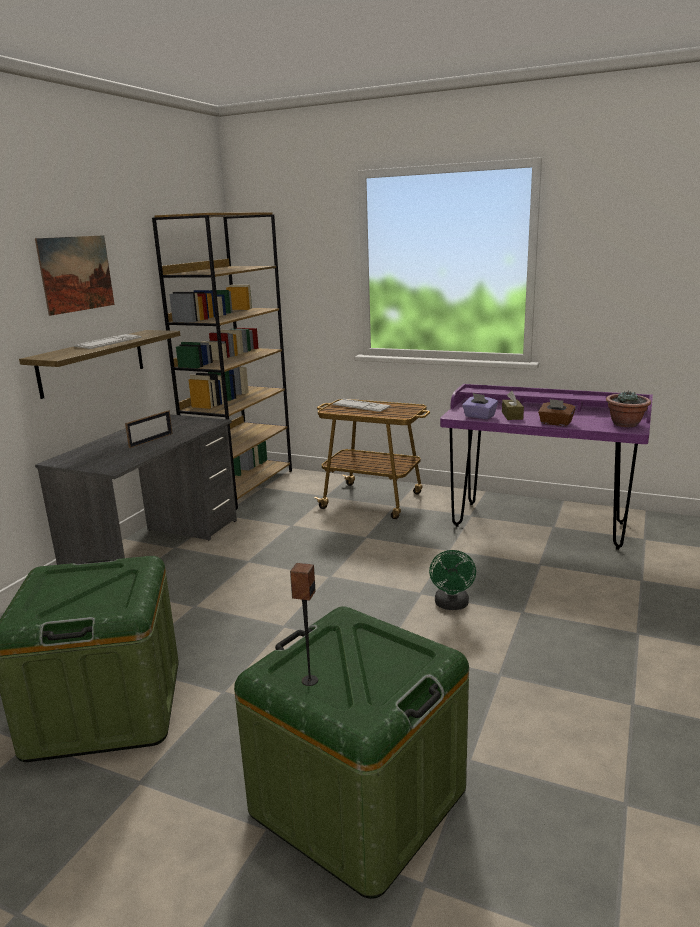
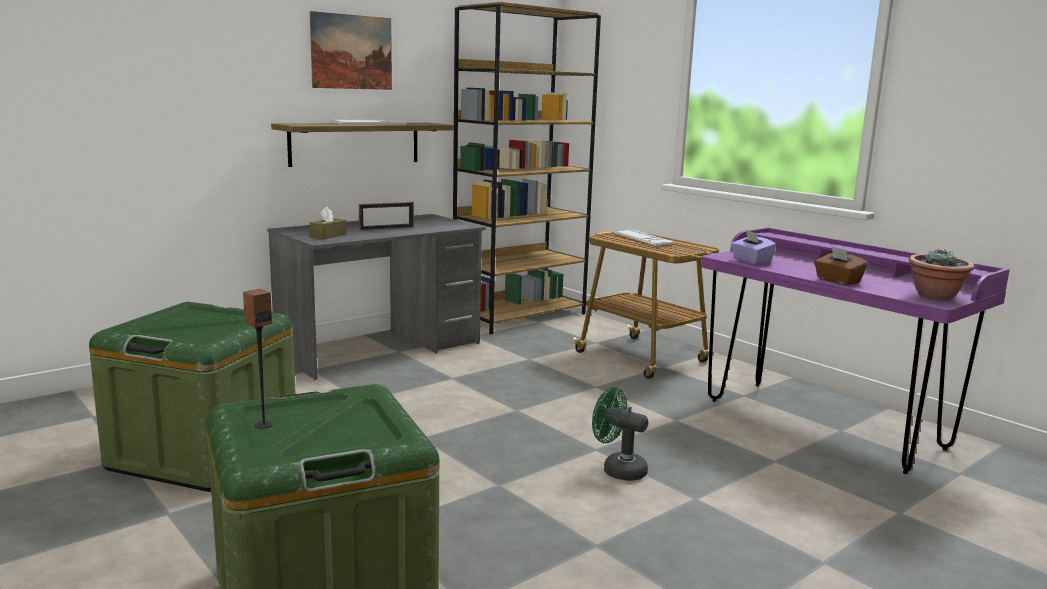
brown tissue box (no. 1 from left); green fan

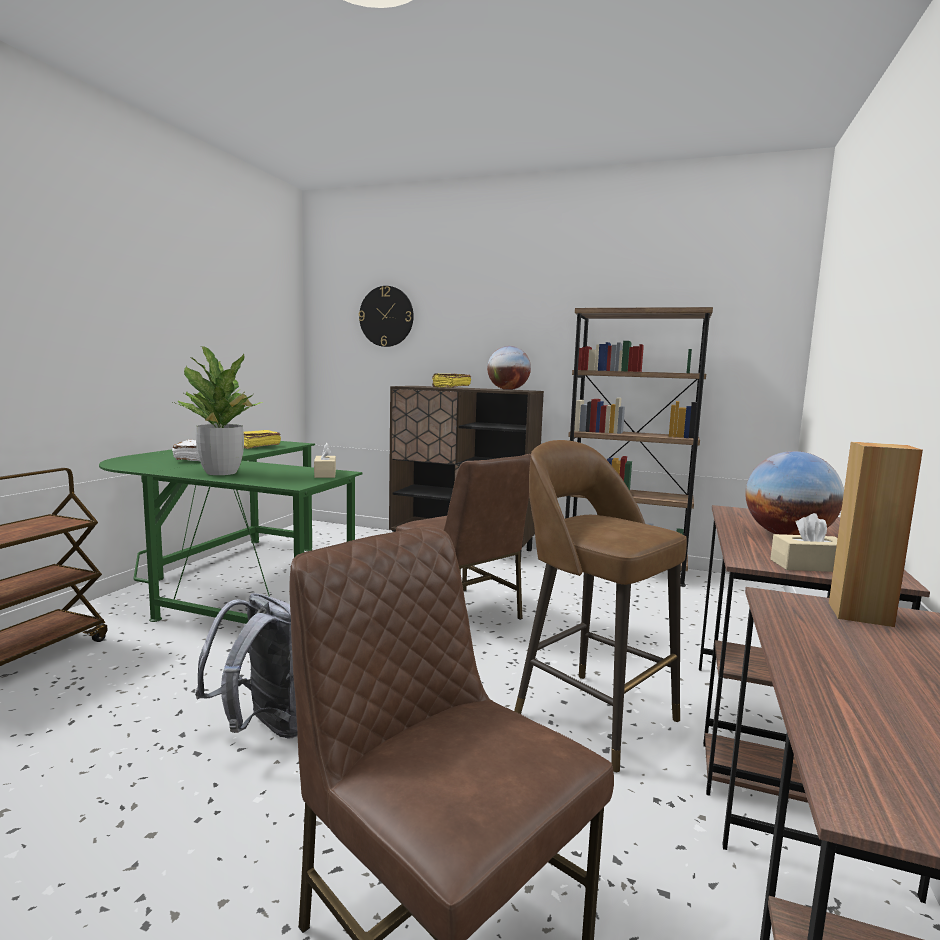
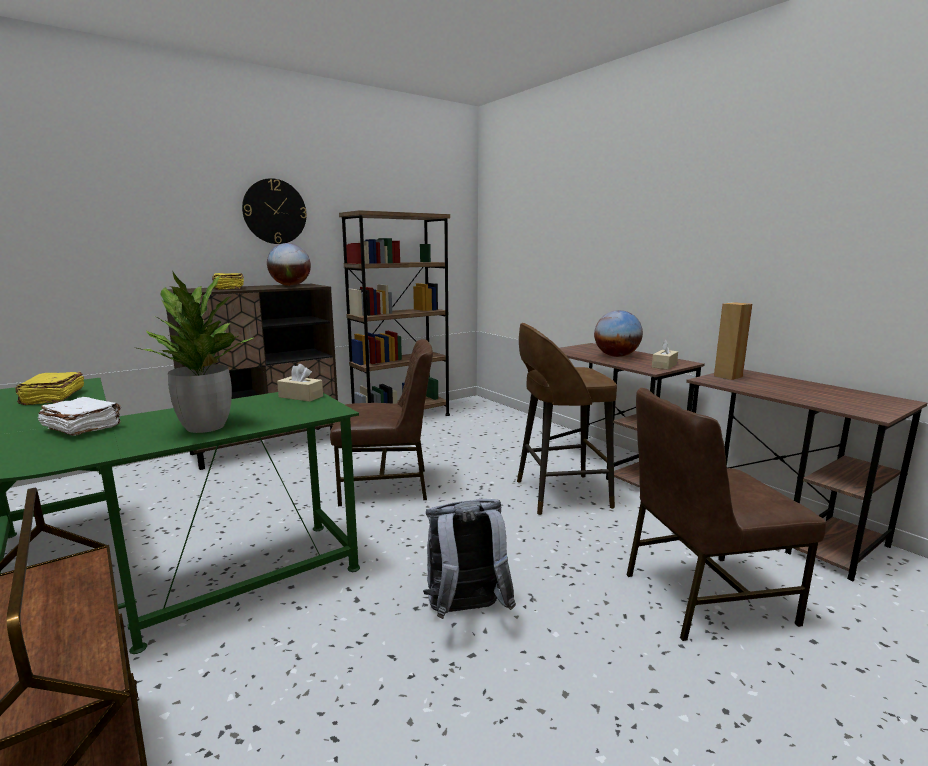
wall clock

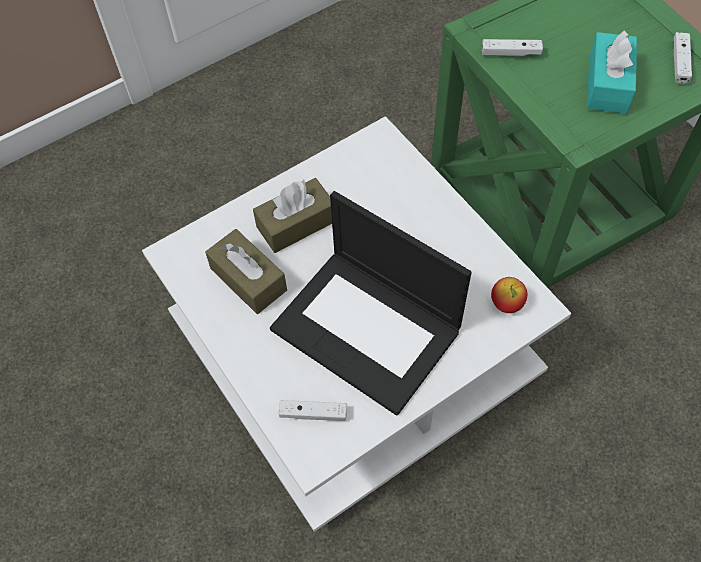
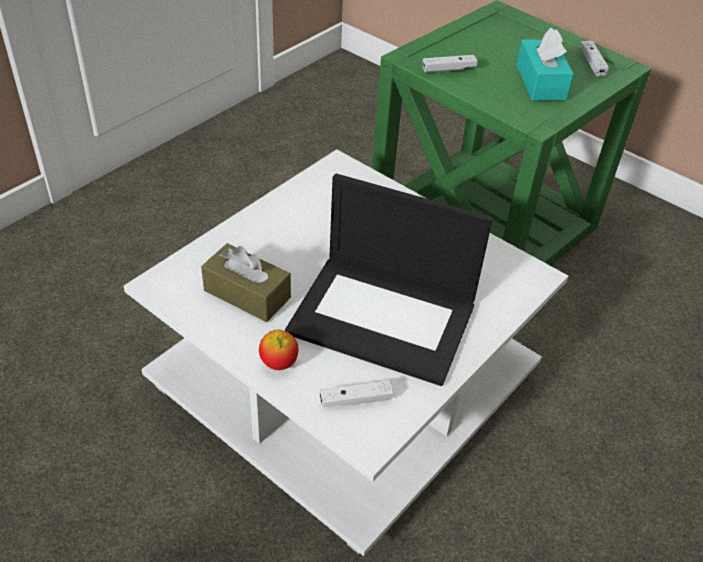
brown tissue box (no. 2 from left in the first image); apple

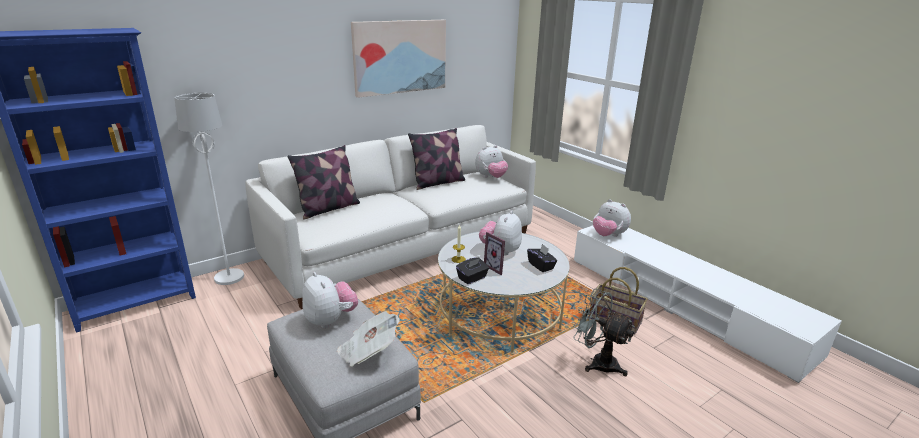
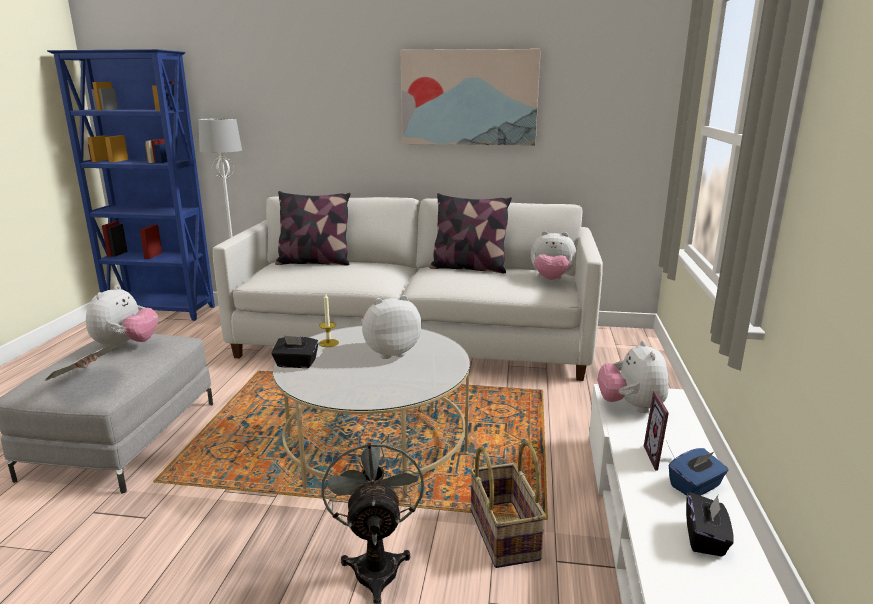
blue tissue box; picture frame; black tissue box (no. 2 from left)

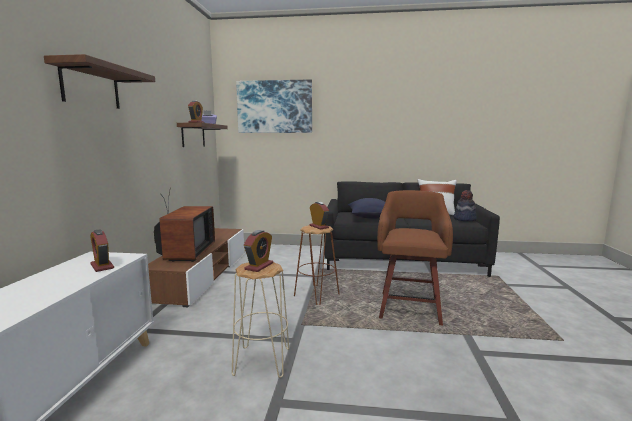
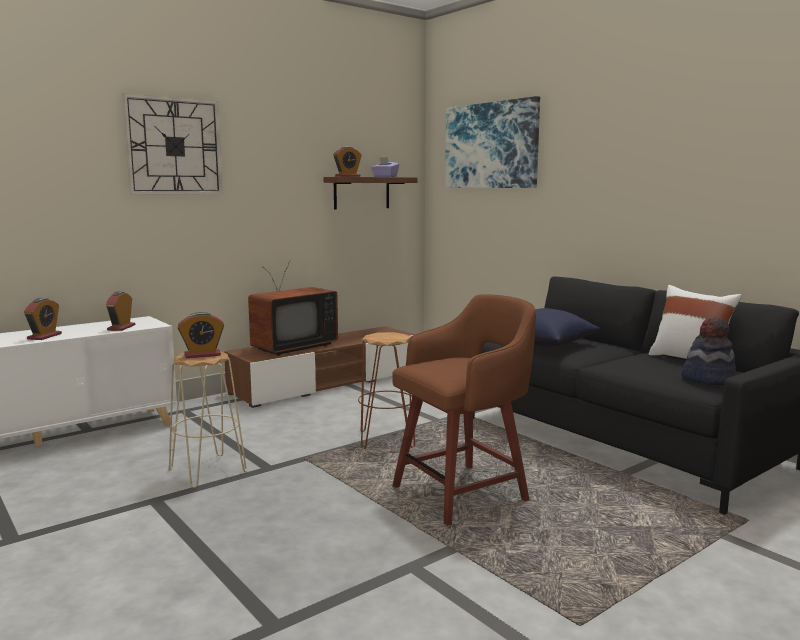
alarm clock (no. 1 from left); wall clock

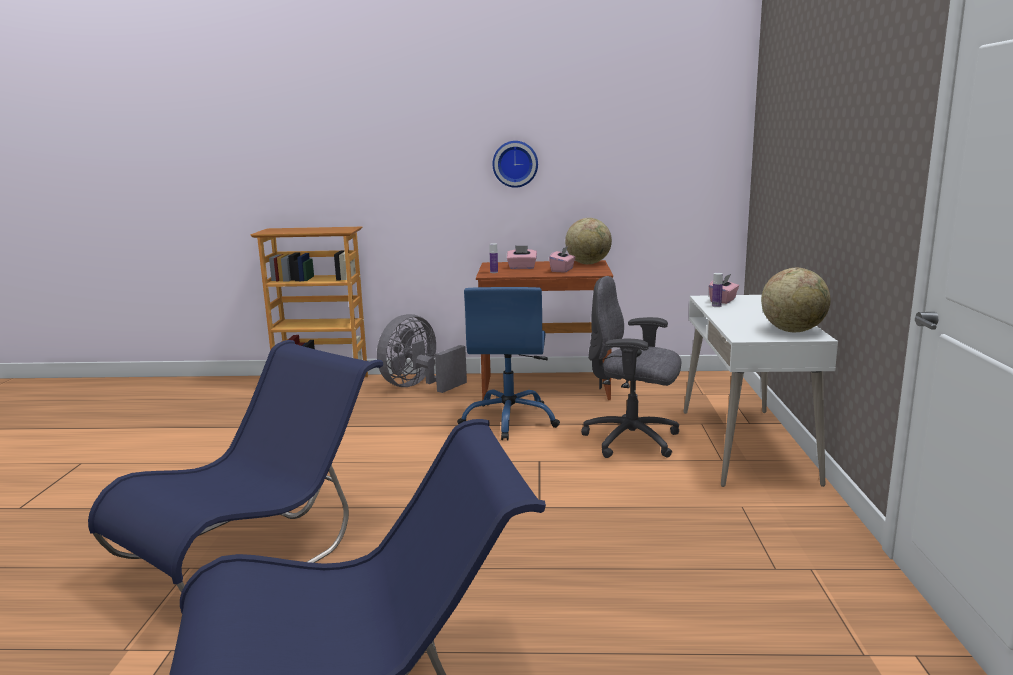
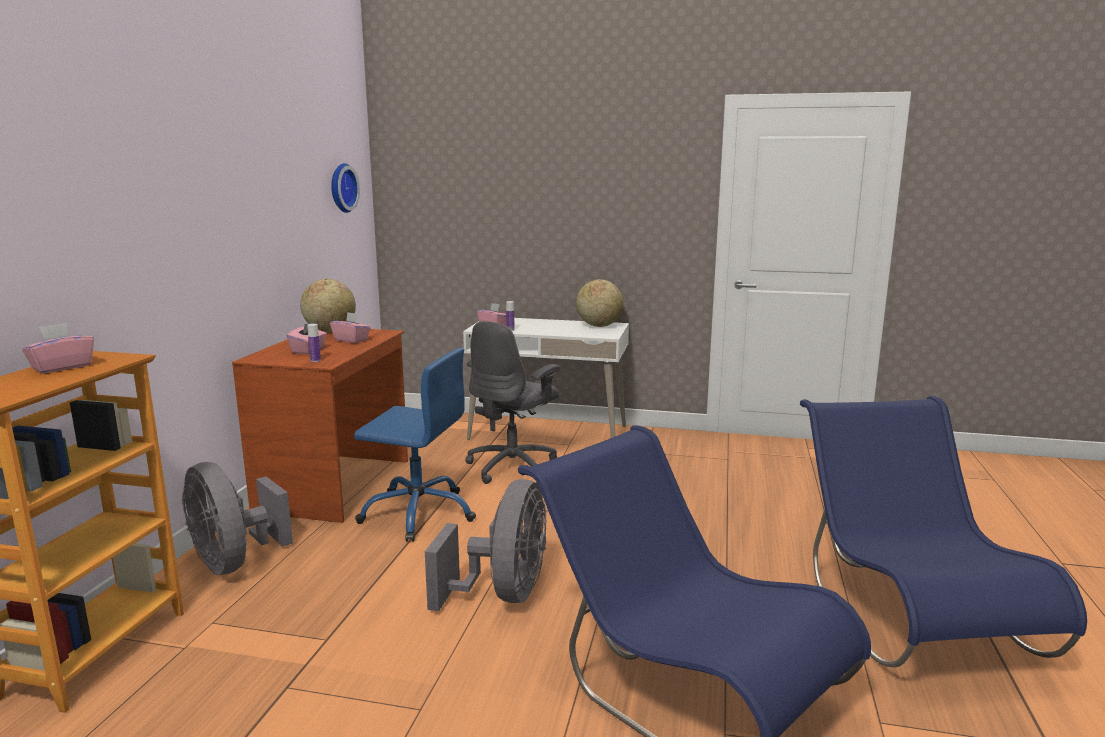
pink tissue box (no. 1 from left); grey fan (no. 2 from left); wall clock

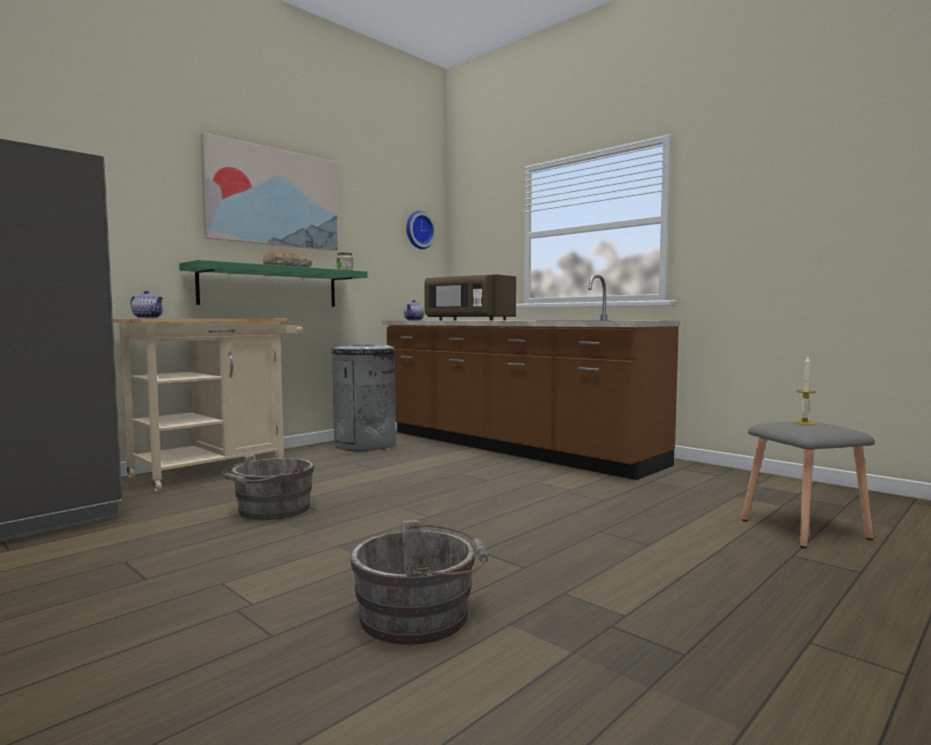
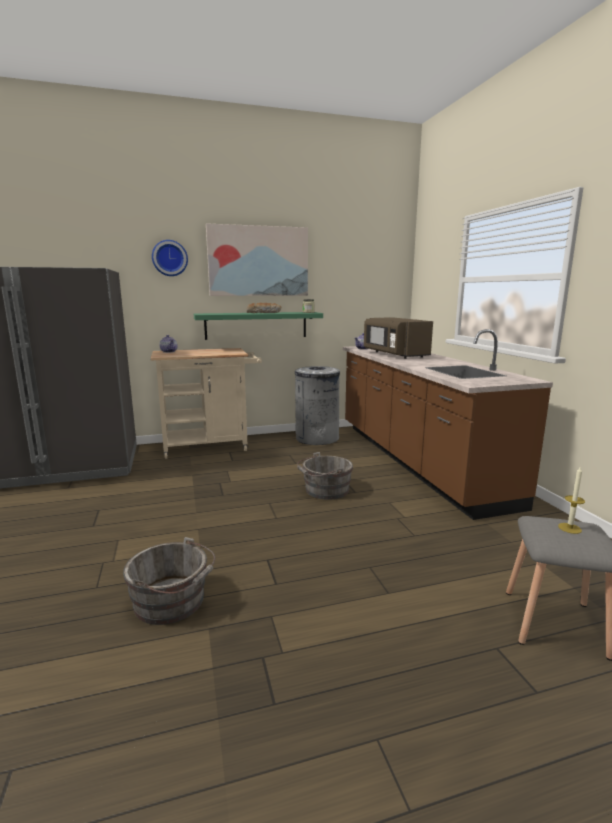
grey bucket (no. 2 from left); wall clock

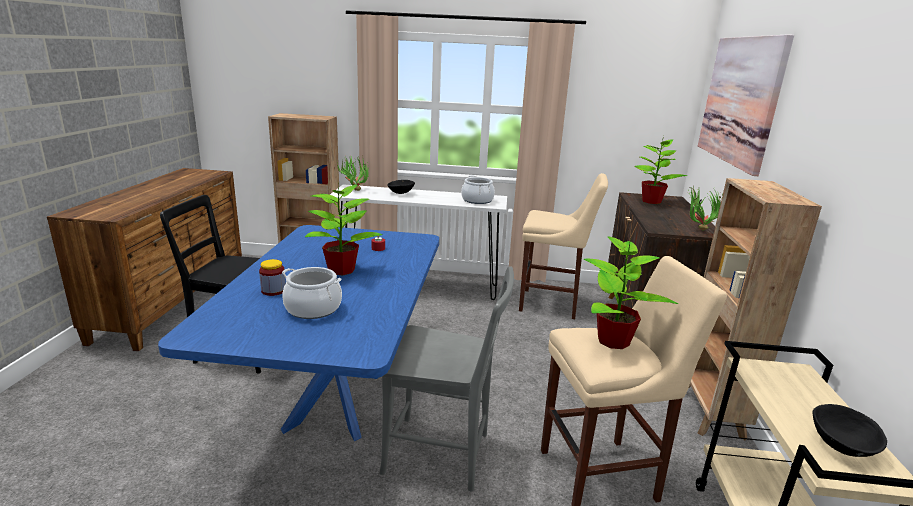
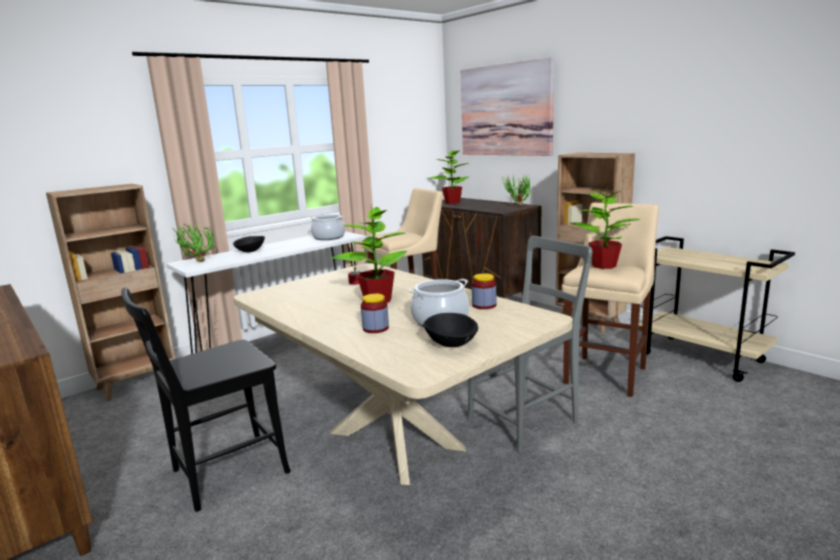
jar (no. 2 from left); black bowl (no. 2 from left); beige dining table

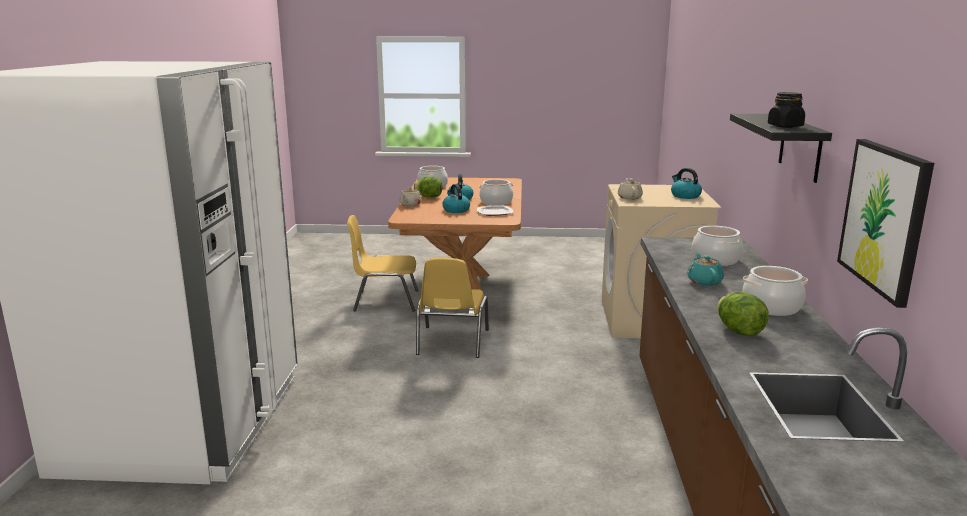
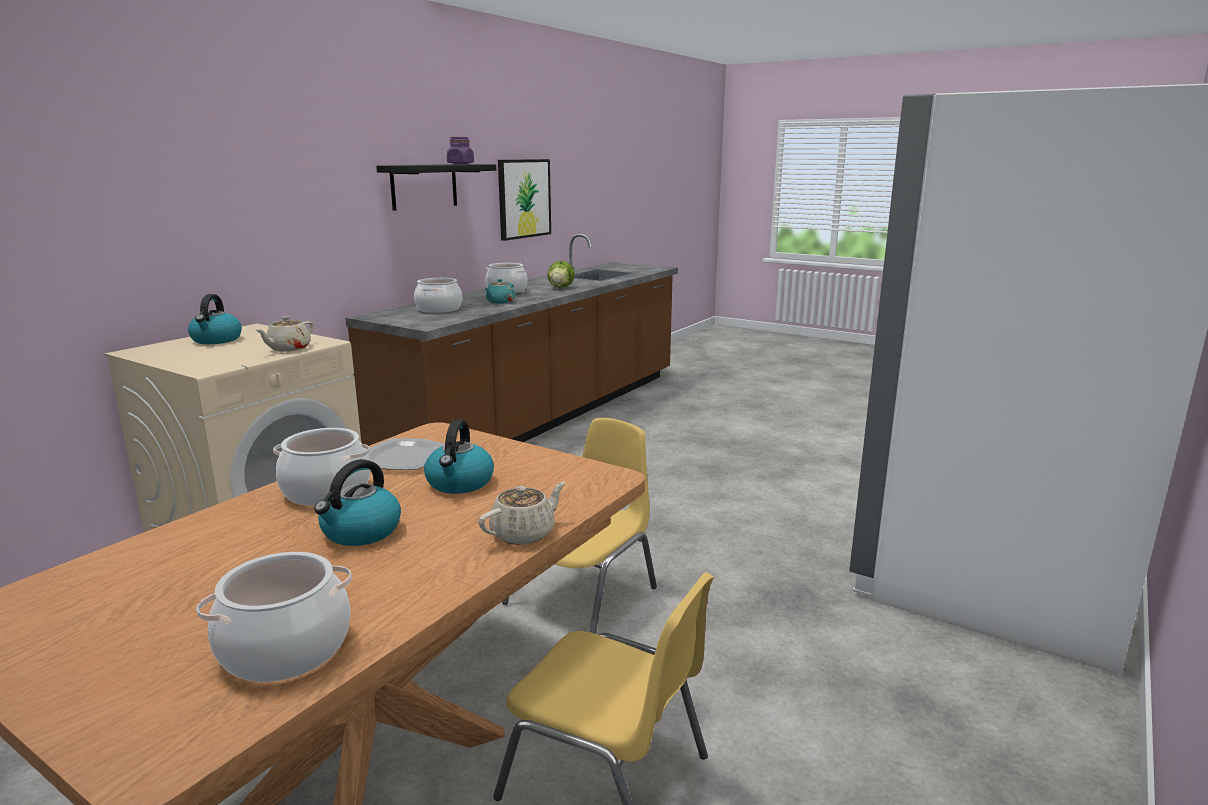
lettuce (no. 1 from left in the first image); purple jar

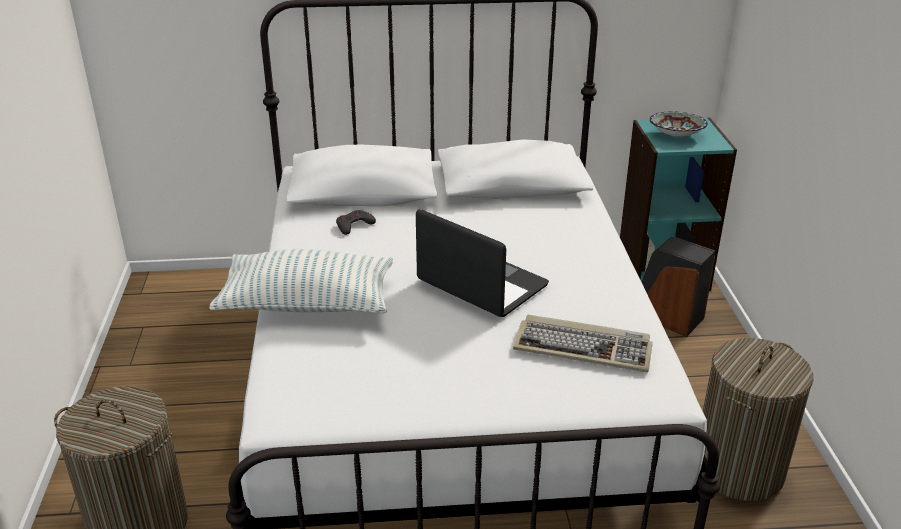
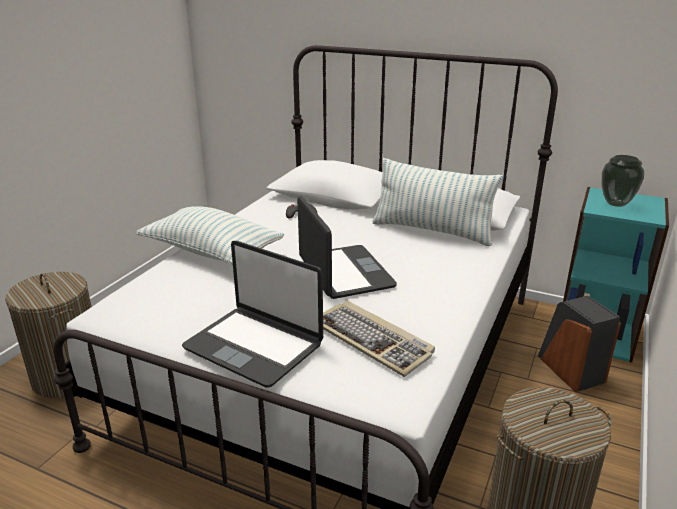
laptop (no. 1 from left); pillow (no. 2 from left); vase

